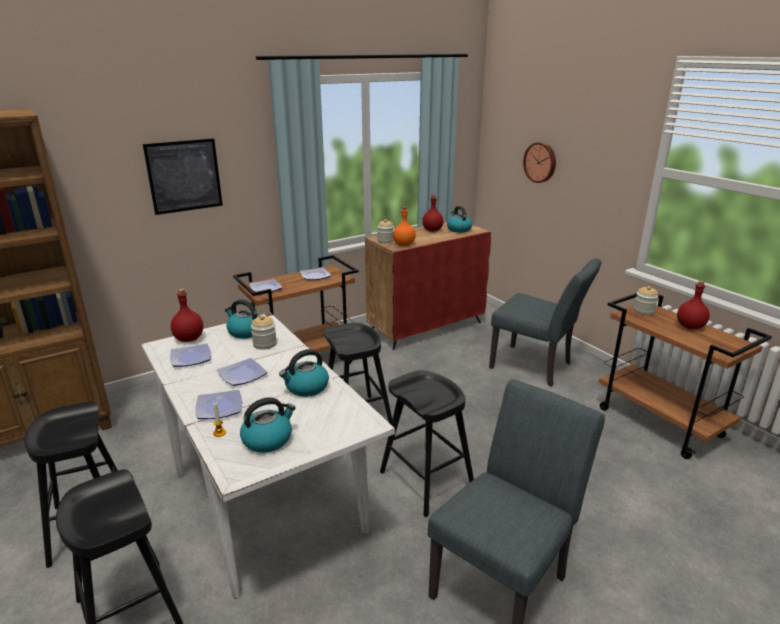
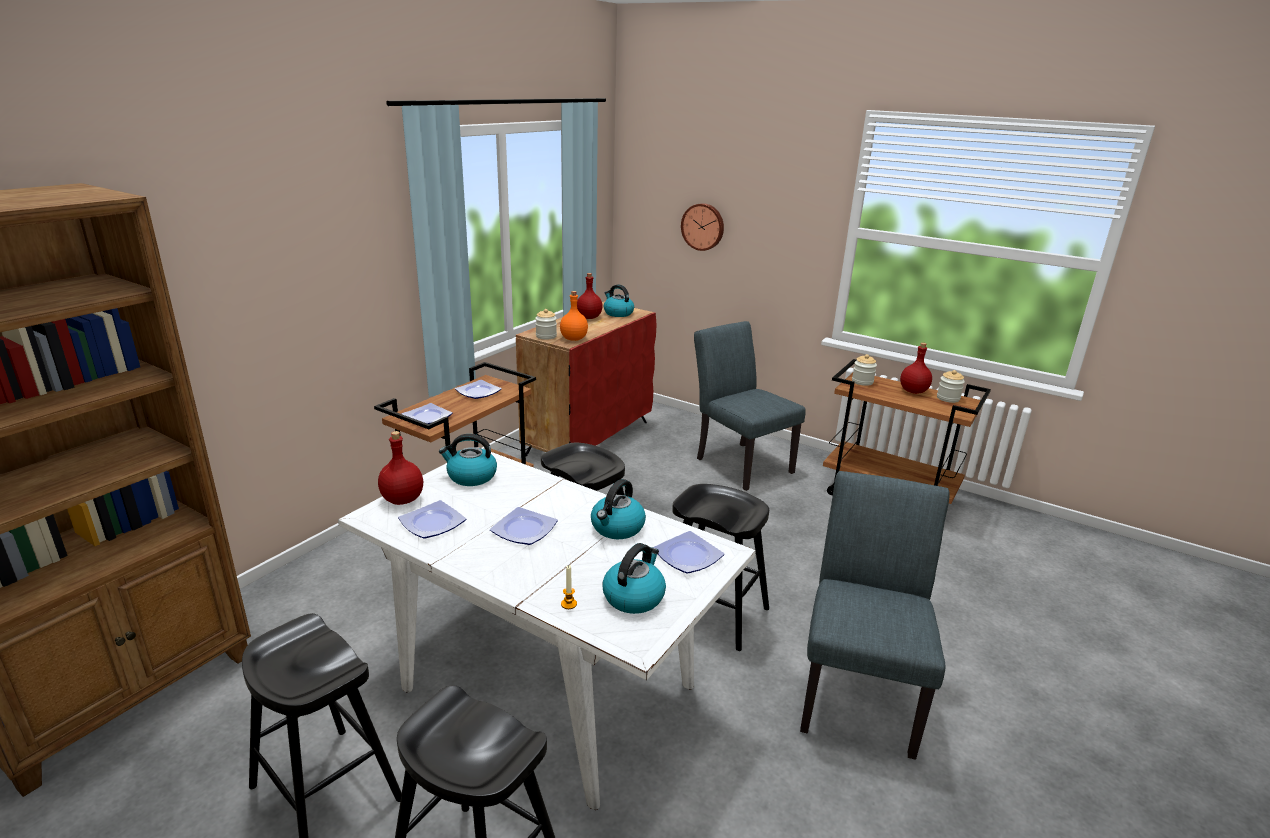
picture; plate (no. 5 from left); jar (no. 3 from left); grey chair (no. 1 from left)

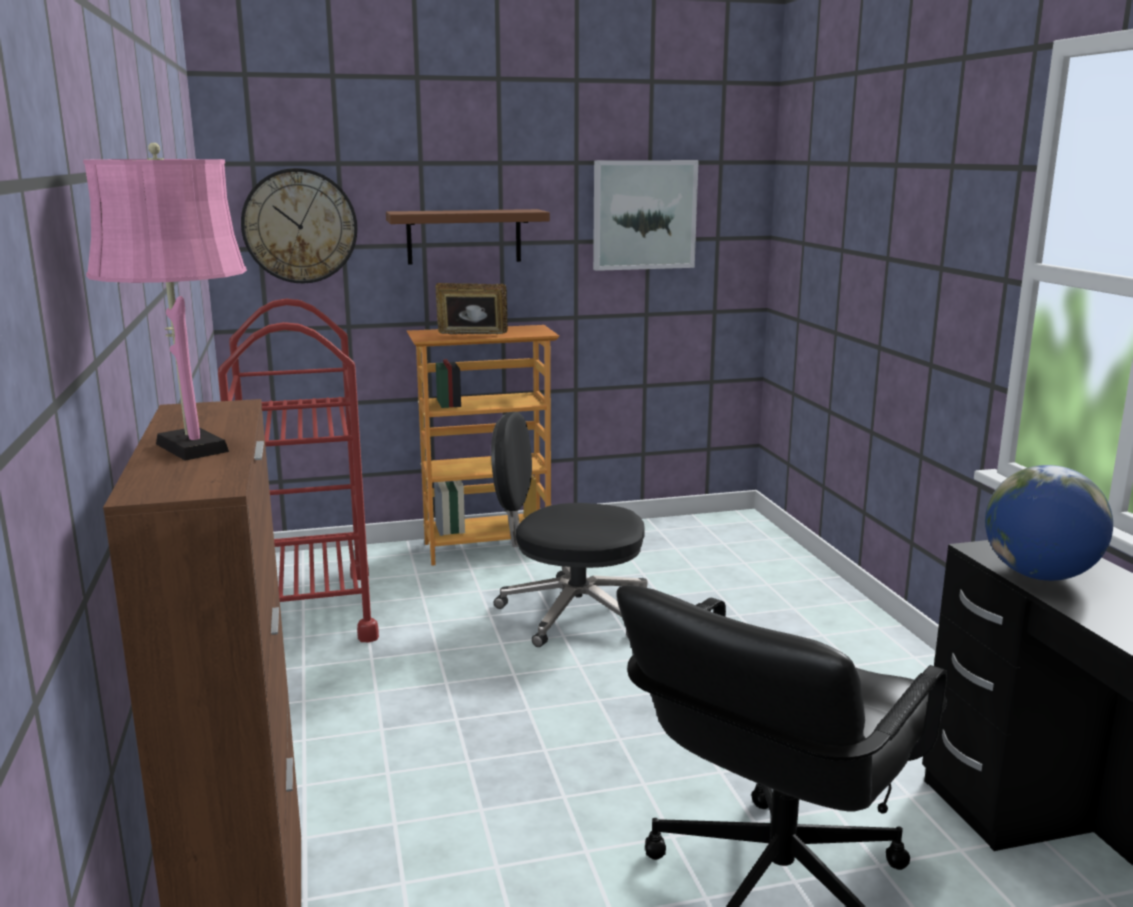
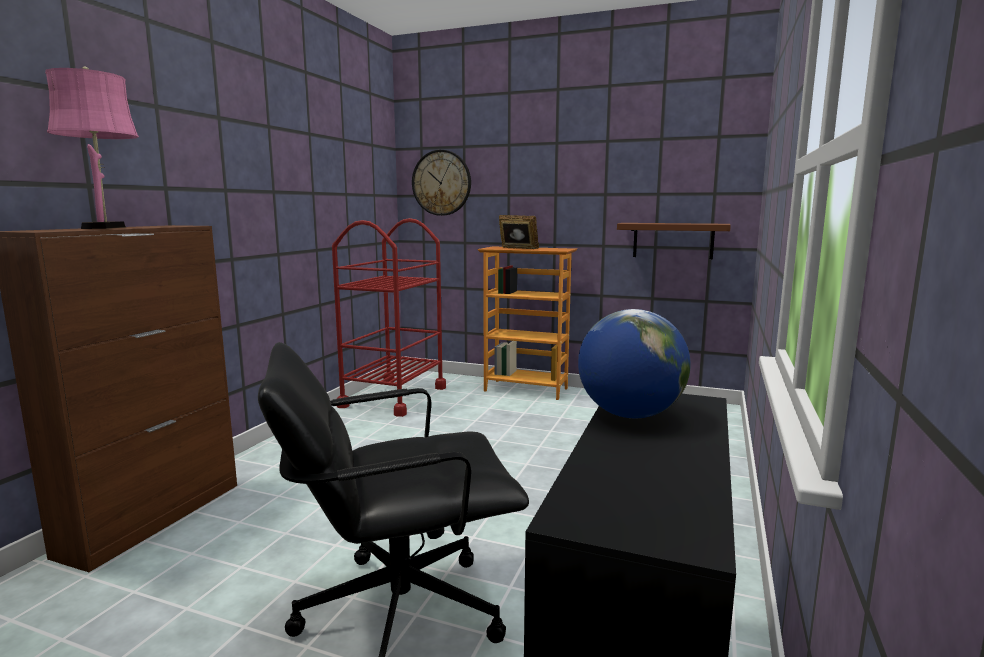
black office chair (no. 1 from left in the first image); picture; brown shelf

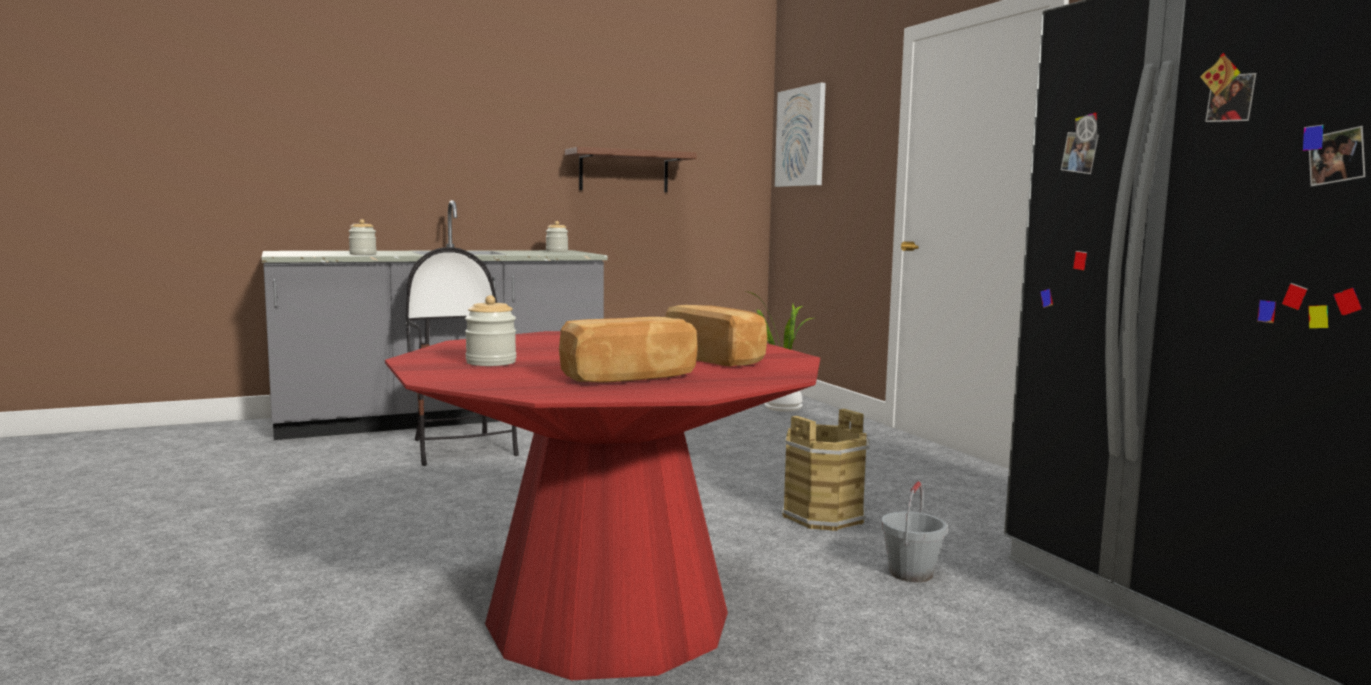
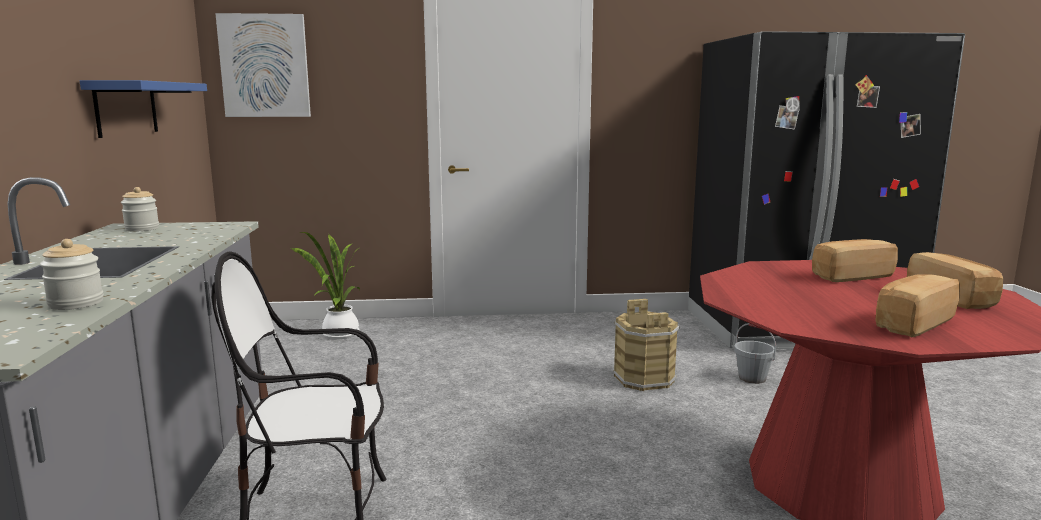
bread (no. 2 from left); blue shelf

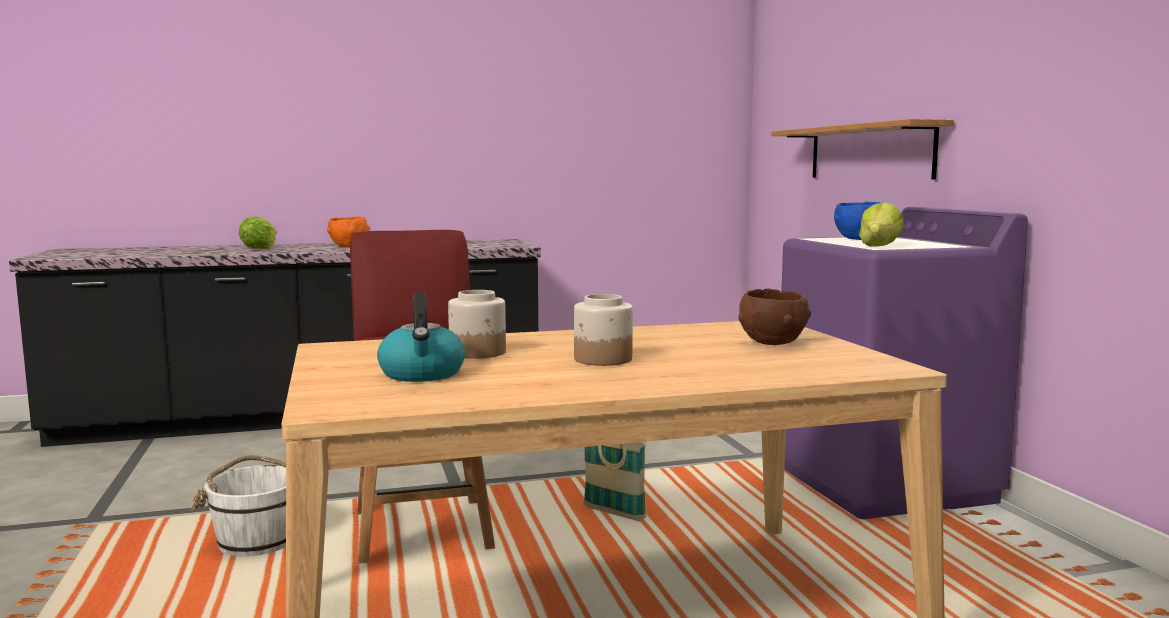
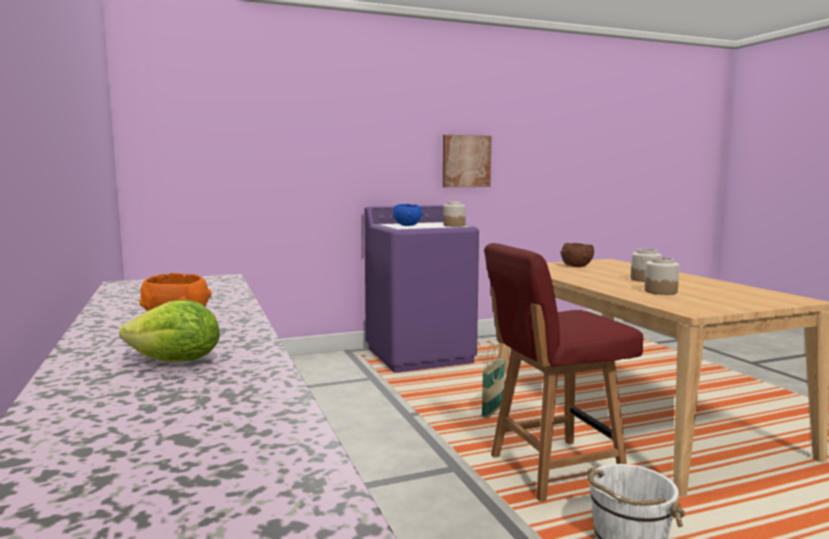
kettle; shelf; picture; jar (no. 1 from left)

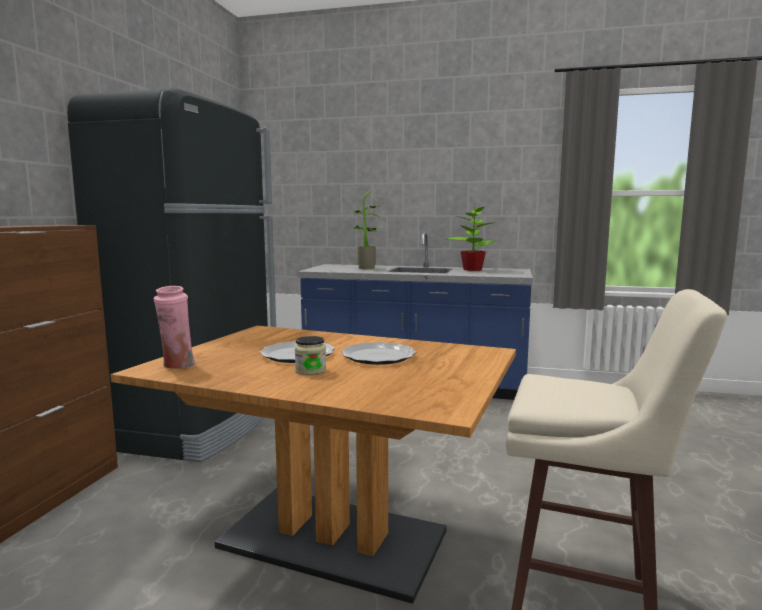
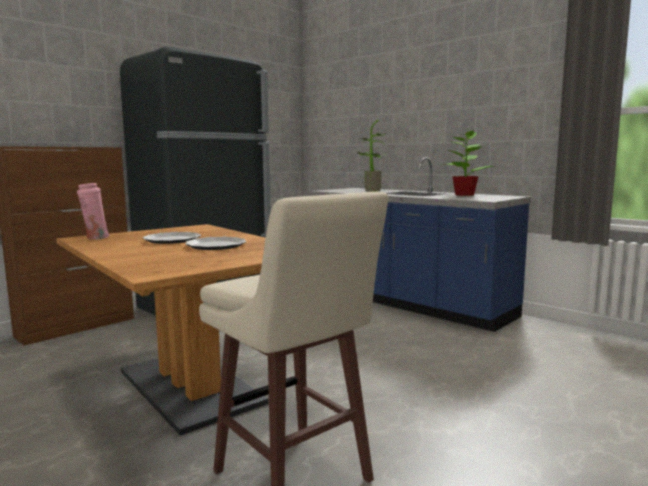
jar

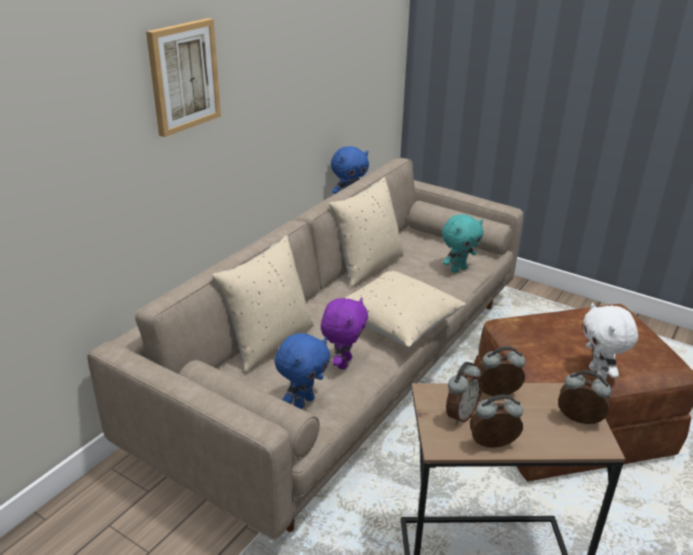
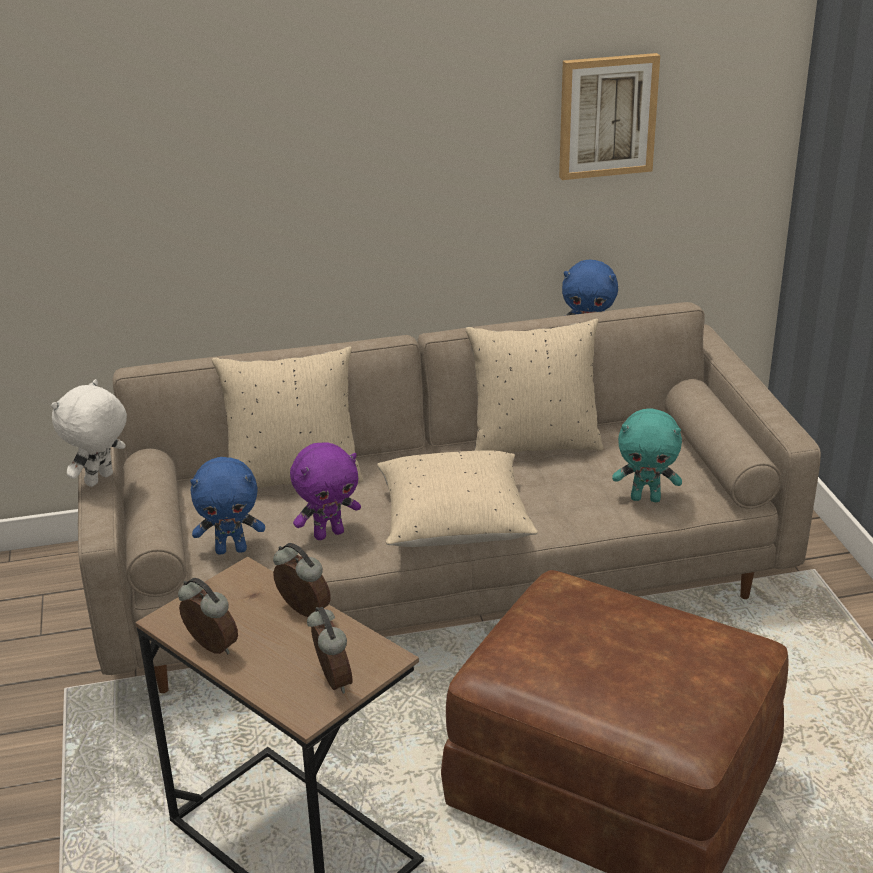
alarm clock (no. 1 from left in the first image); picture; white plush toy

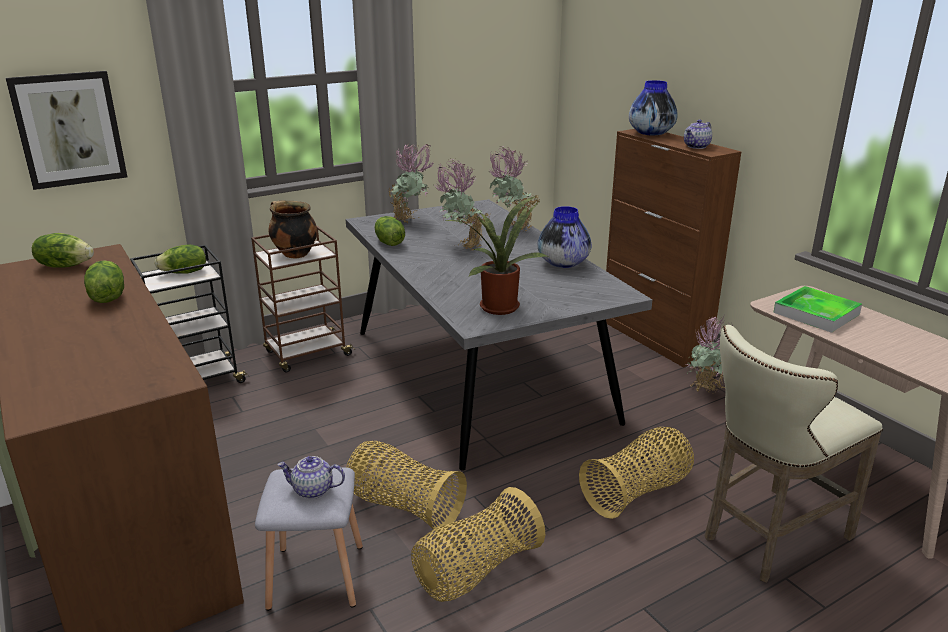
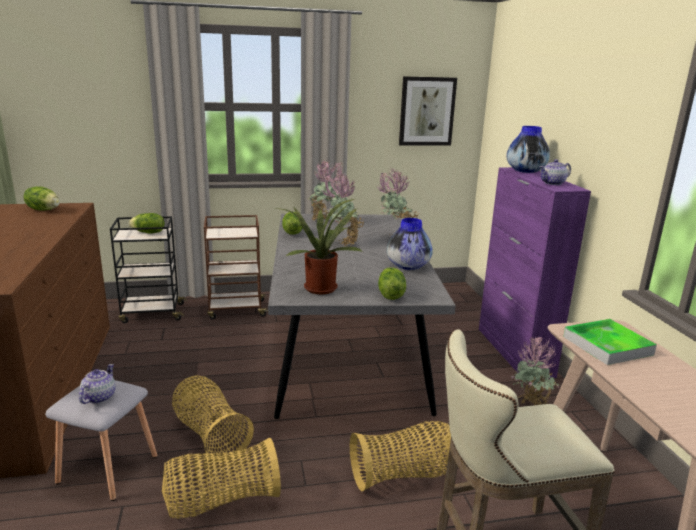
cooking pot; picture; lettuce (no. 4 from left); purple cabinet; teapot (no. 1 from left)

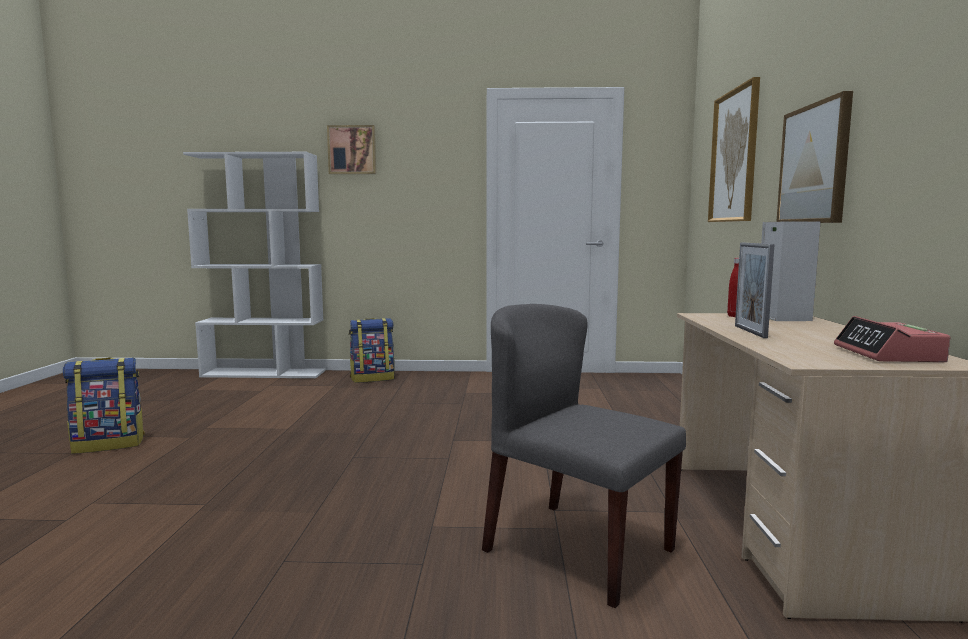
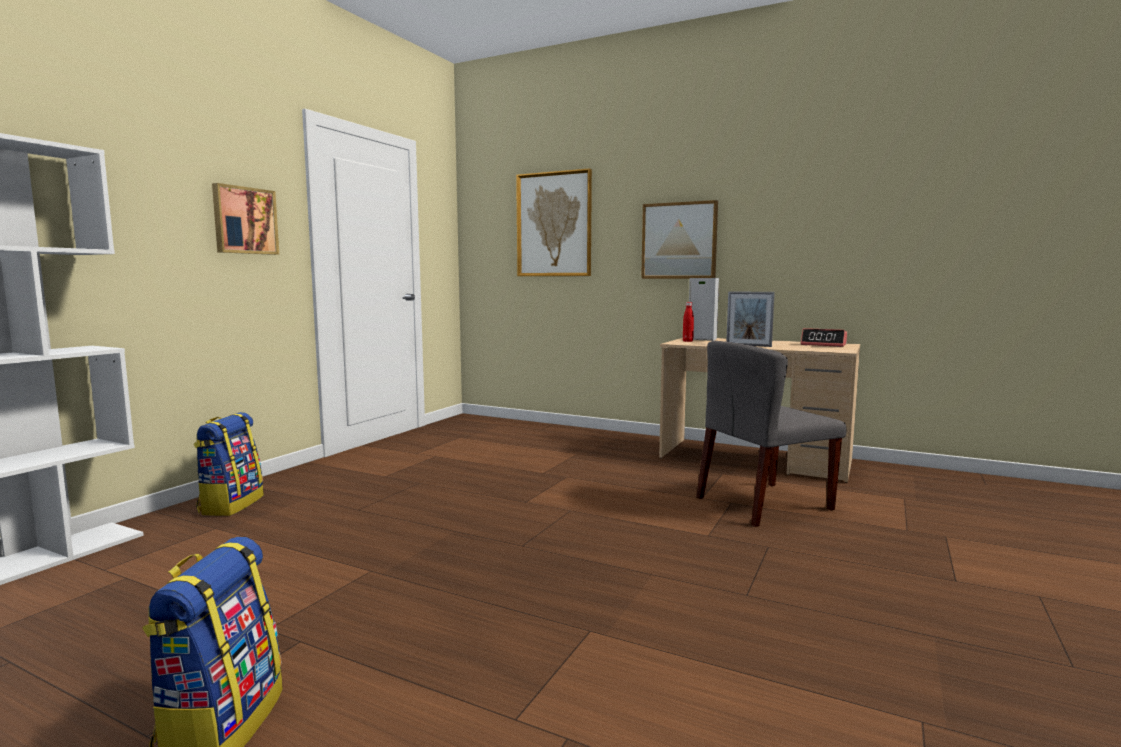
picture (no. 1 from left)

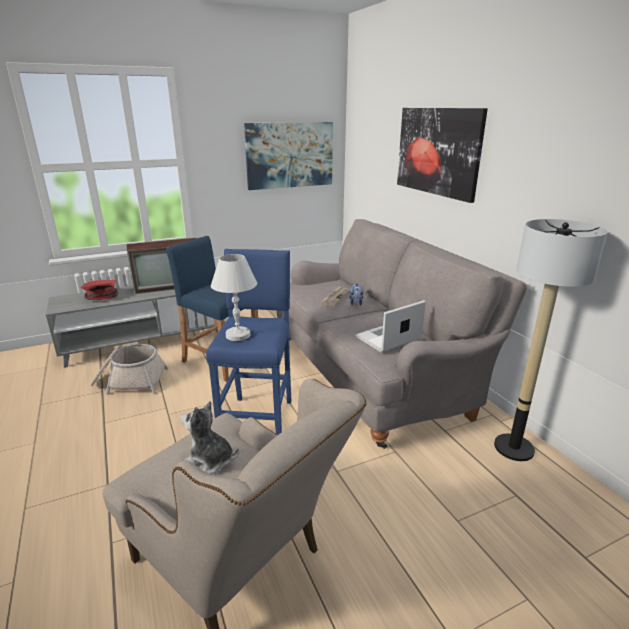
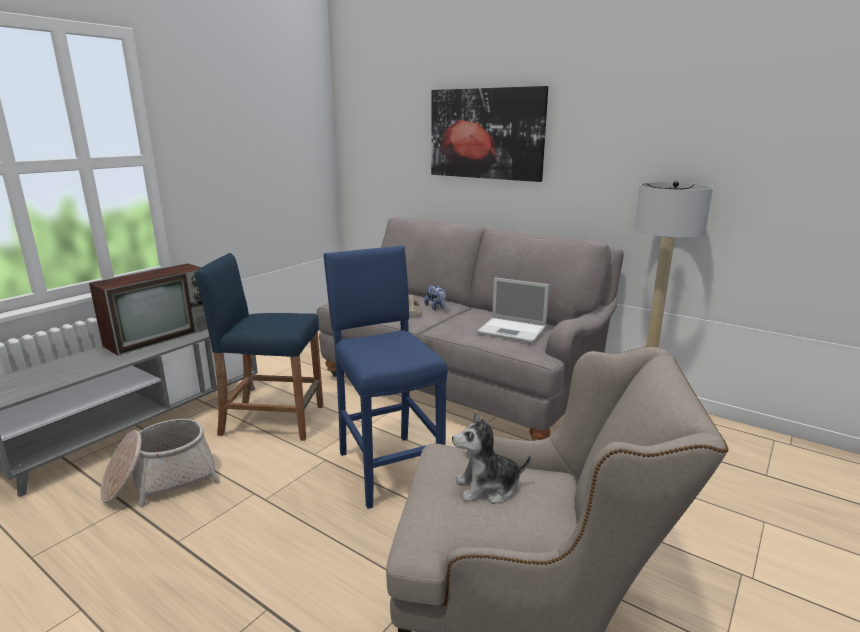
red bowl; white table lamp; picture (no. 1 from left in the first image); laptop

